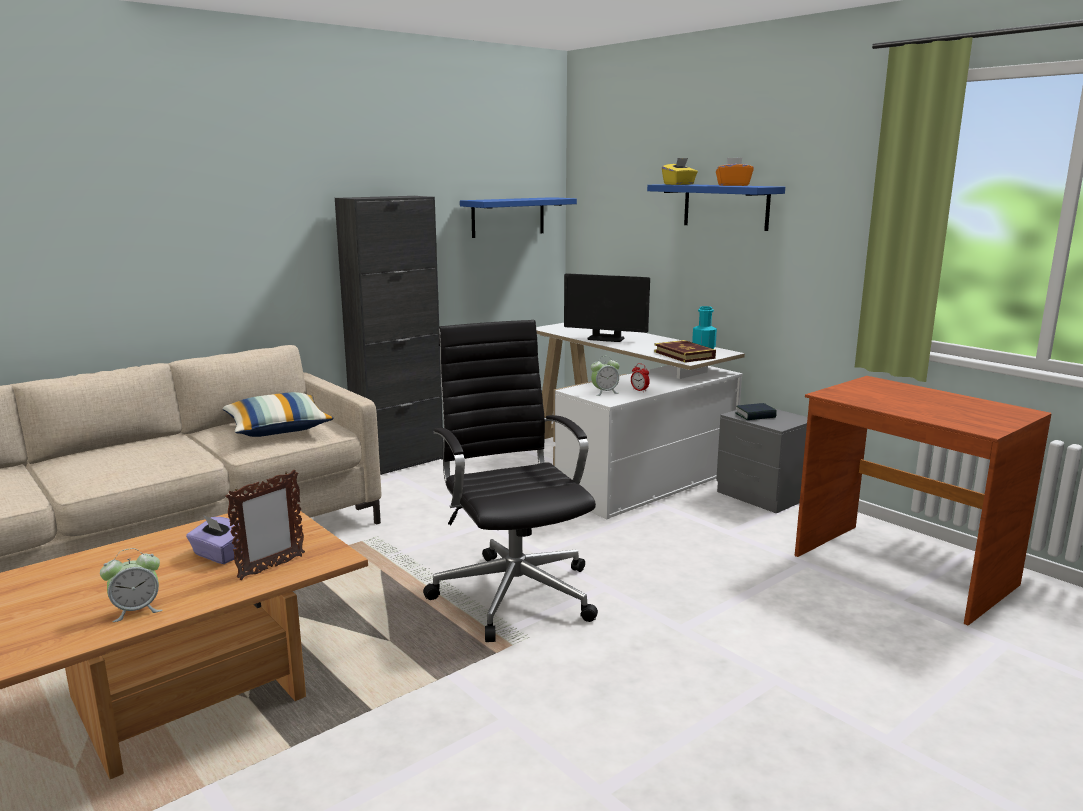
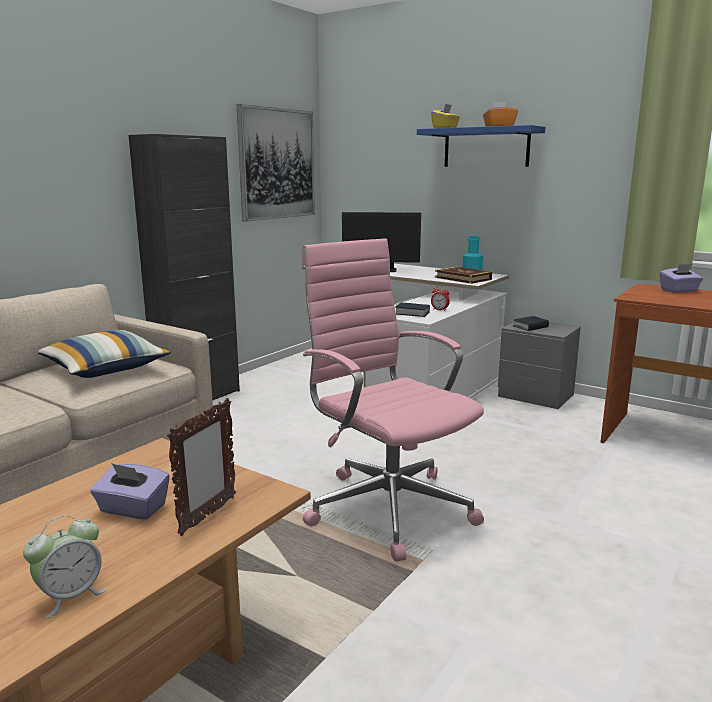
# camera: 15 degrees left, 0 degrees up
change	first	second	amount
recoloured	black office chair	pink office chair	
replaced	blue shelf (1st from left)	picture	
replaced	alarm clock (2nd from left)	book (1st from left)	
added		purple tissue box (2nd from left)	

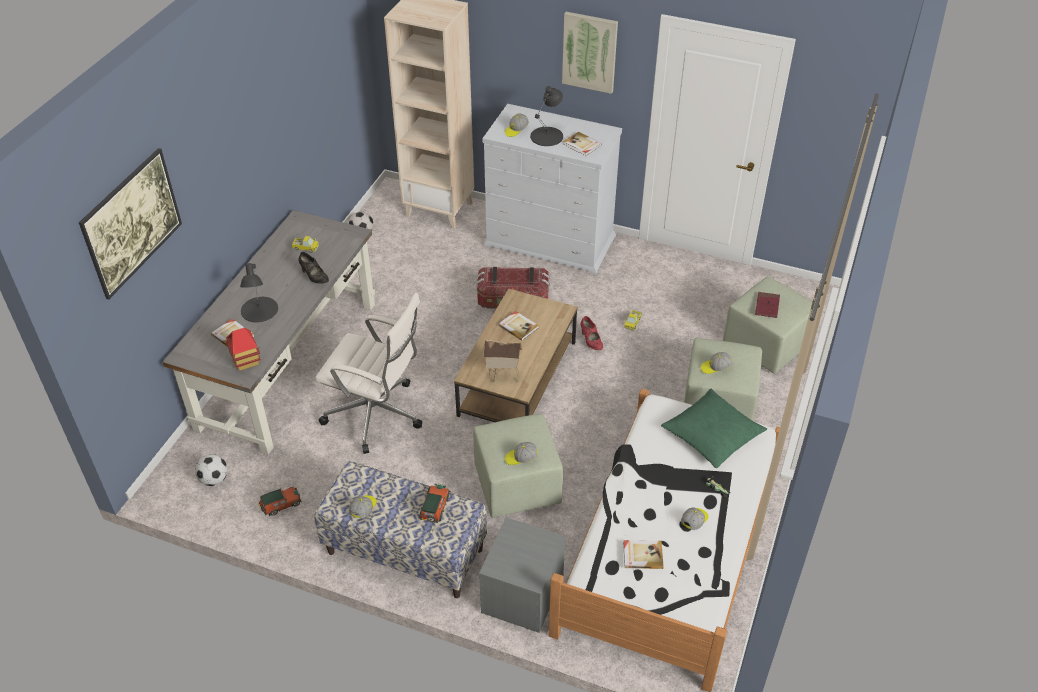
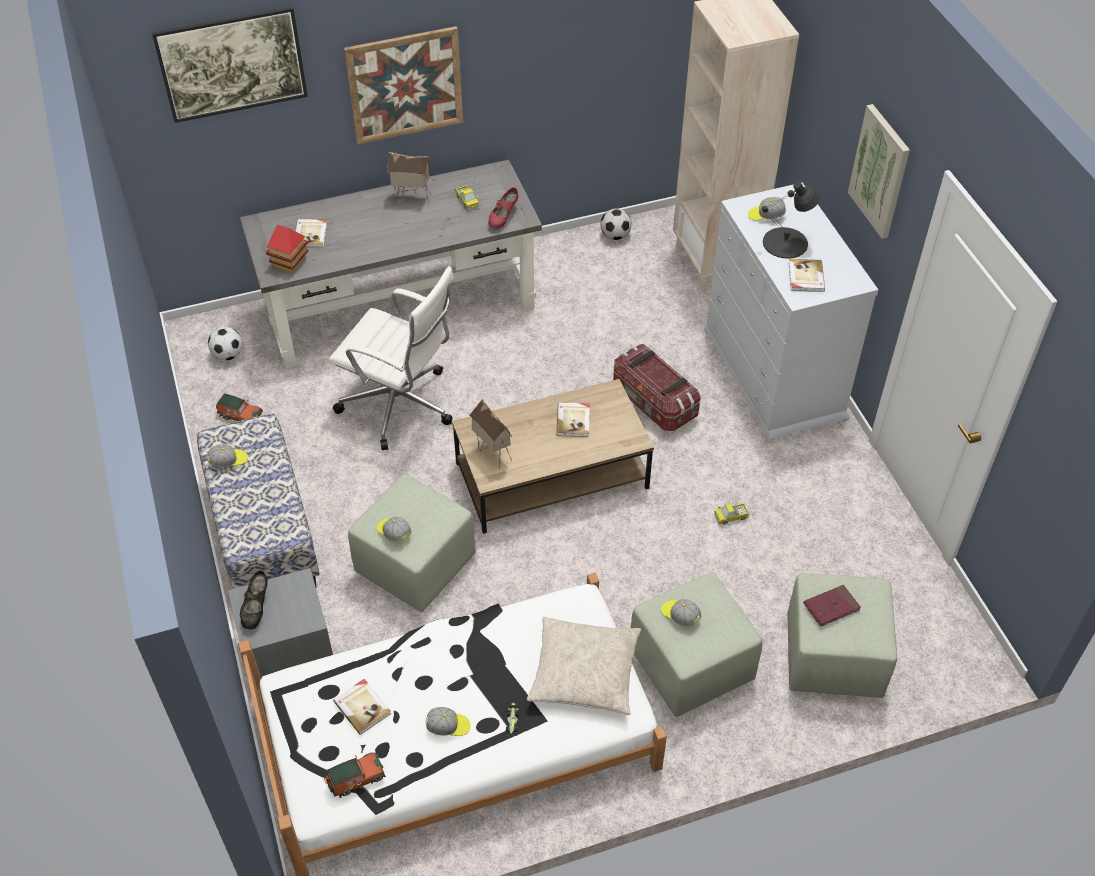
# camera: 50 degrees right, 5 degrees up
change	first	second	amount
removed	black table lamp (1st from left)		
moved	black shoe		
turned	white office chair		45 degrees counterclockwise
moved	toy car (2nd from left)		
moved	red shoe		
recoloured	green pillow	beige pillow	
added		picture (2nd from left)	
added		toy house (2nd from left)	

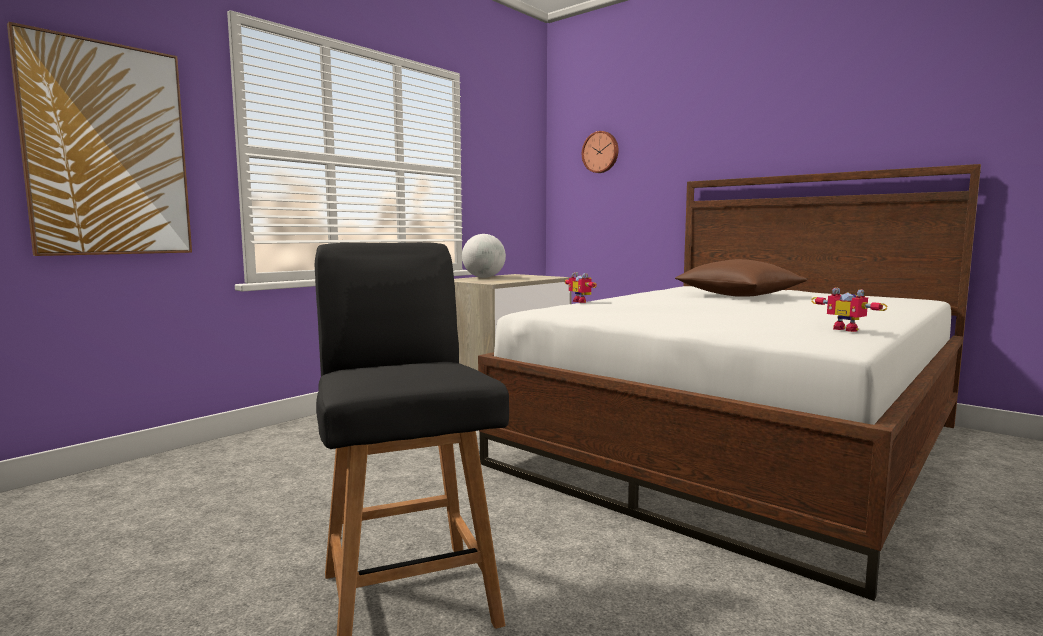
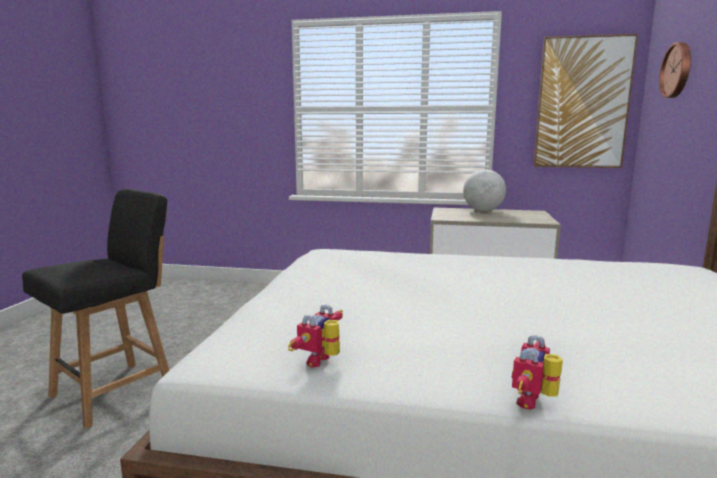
# camera: 60 degrees right, 5 degrees up
change	first	second	amount
moved	picture		
moved	toy robot (1st from left in the first image)	toy robot (2nd from left)	
removed	brown pillow		

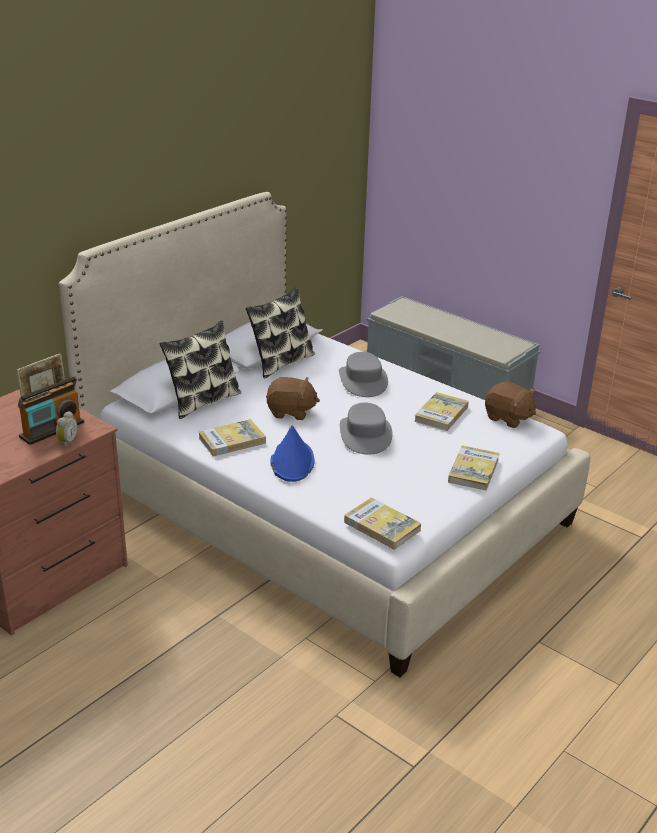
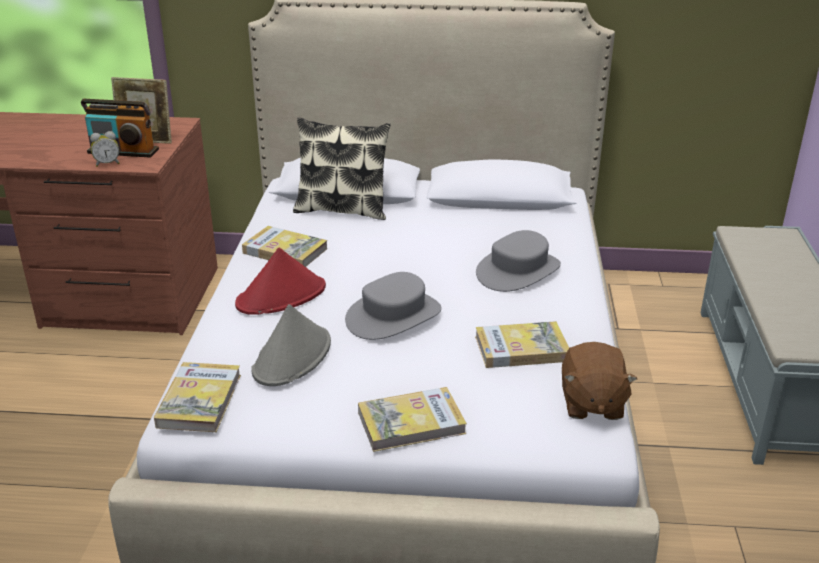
# camera: 55 degrees right, 0 degrees up
change	first	second	amount
removed	pillow (2nd from left)		
removed	brown plush toy (1st from left)		
recoloured	blue hat	red hat	
added		grey hat (1st from left)	

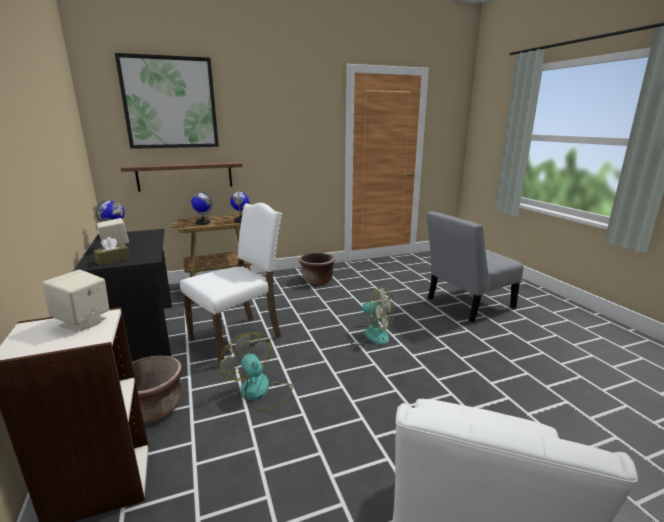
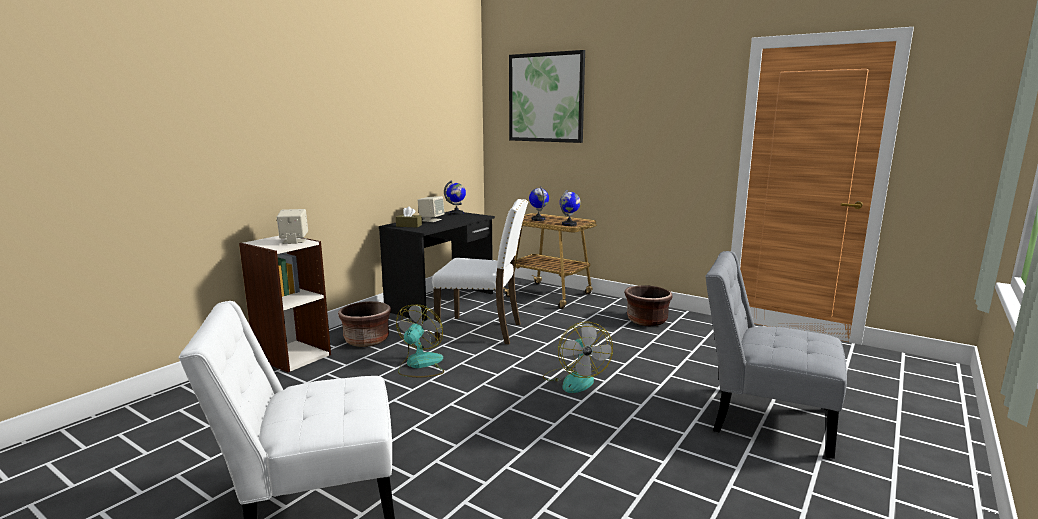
# camera: 55 degrees right, 5 degrees down
change	first	second	amount
removed	shelf		

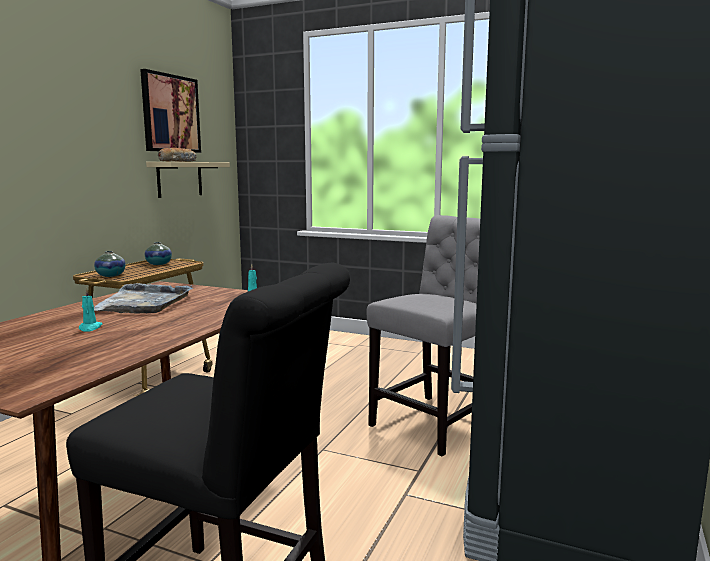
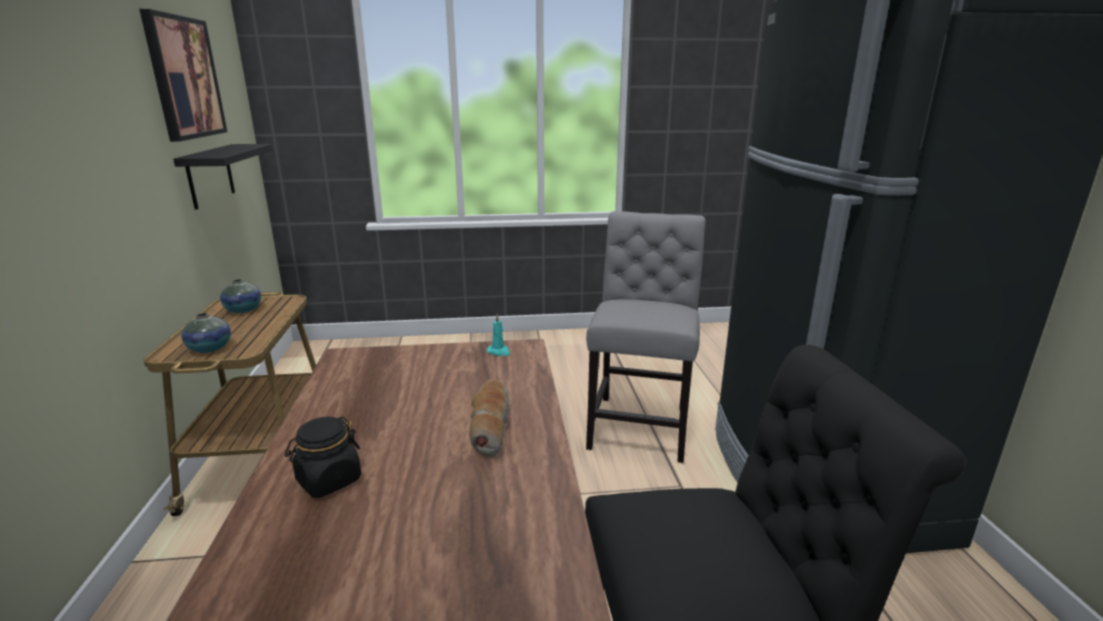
# camera: 30 degrees left, 10 degrees up
change	first	second	amount
removed	turquoise candle (1st from left)		
removed	grey tray		
recoloured	beige shelf	black shelf	
moved	bread		
added		black jar	

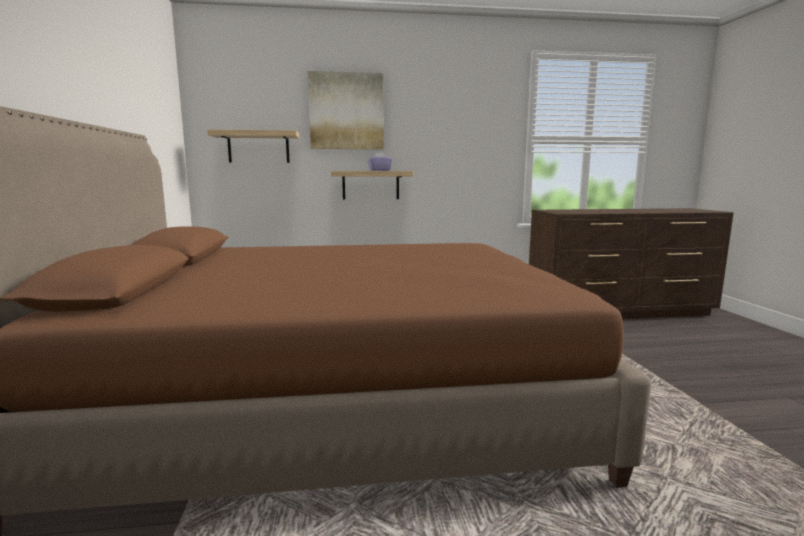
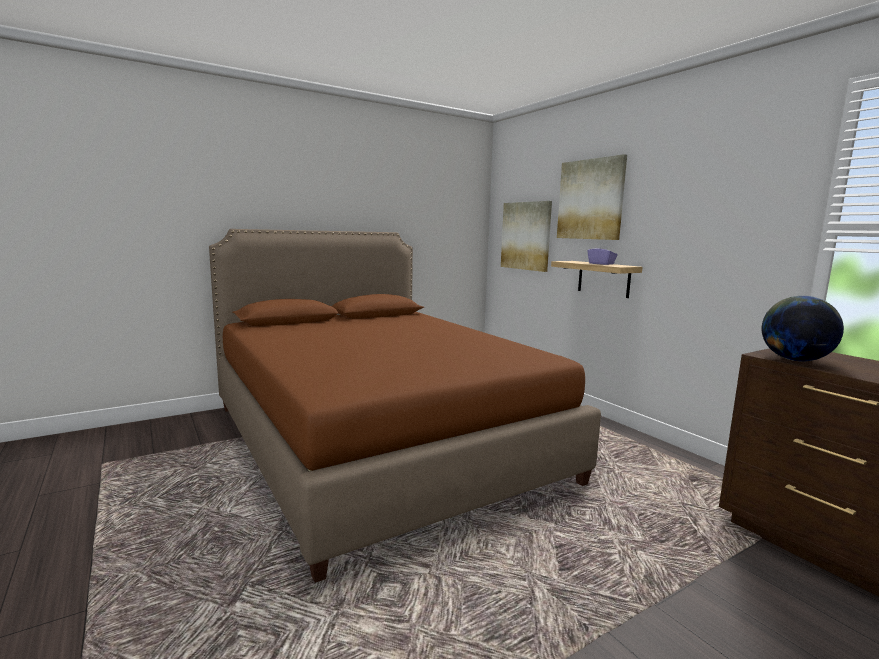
# camera: 65 degrees right, 0 degrees up
change	first	second	amount
replaced	shelf (1st from left)	picture (1st from left)	
added		globe	

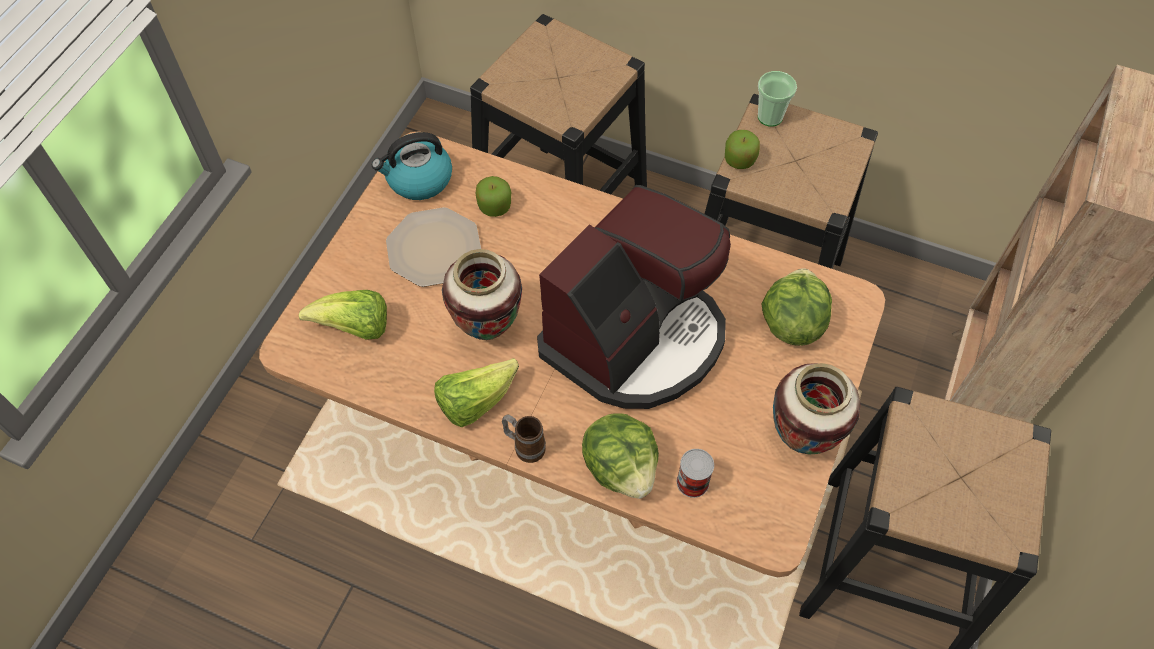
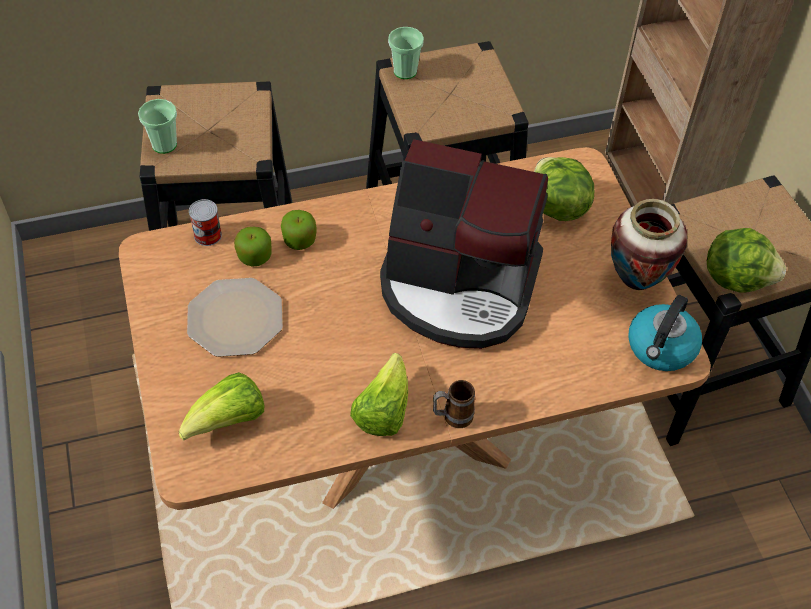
# camera: 40 degrees left, 5 degrees down
change	first	second	amount
moved	kettle		
removed	vase (1st from left)		
turned	coffee machine		105 degrees clockwise
moved	lettuce (3rd from left in the first image)	lettuce (4th from left)	
moved	can		
moved	apple (2nd from left)		
added		cup (1st from left)	

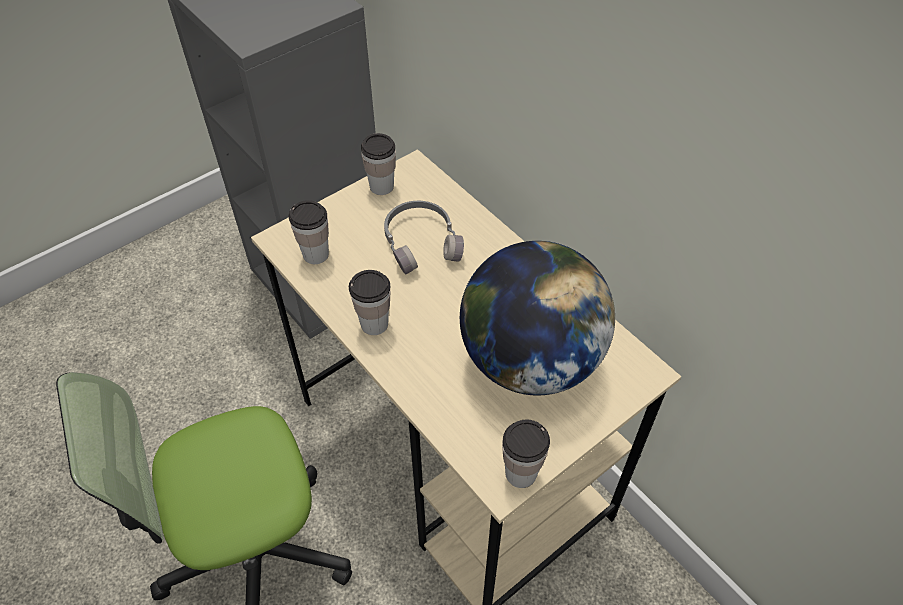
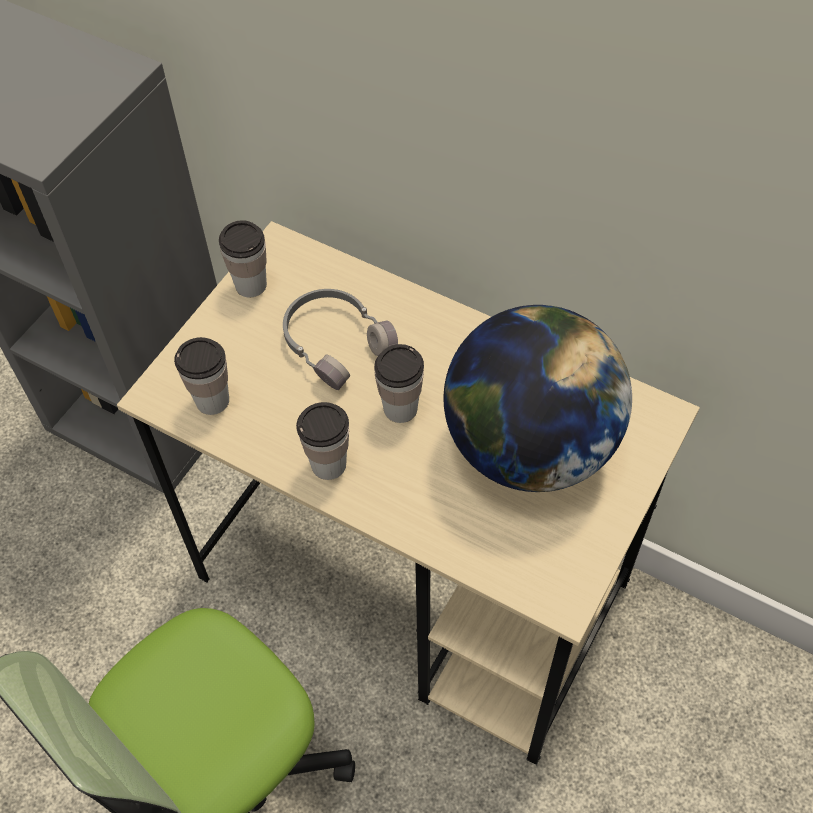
# camera: 20 degrees left, 5 degrees up
change	first	second	amount
moved	cup (4th from left)		

